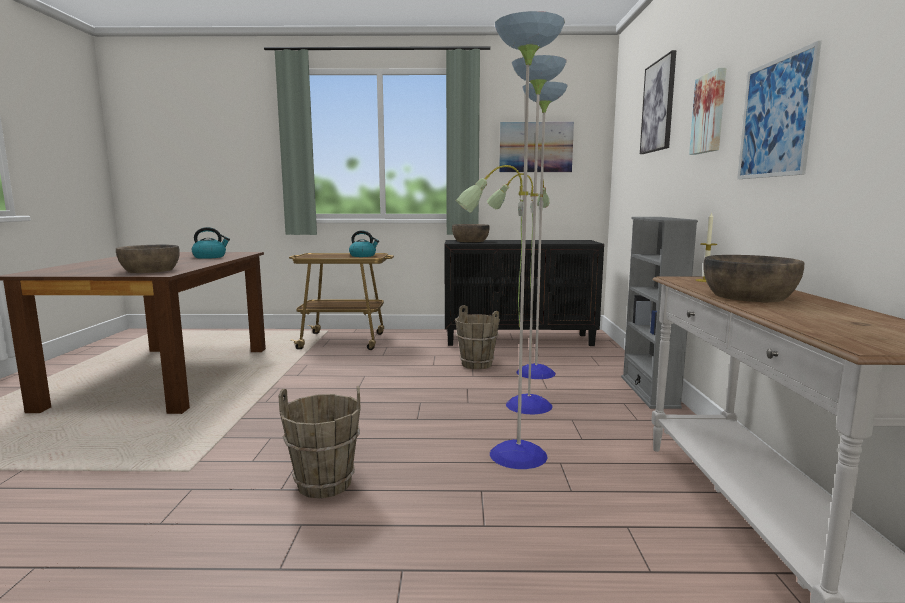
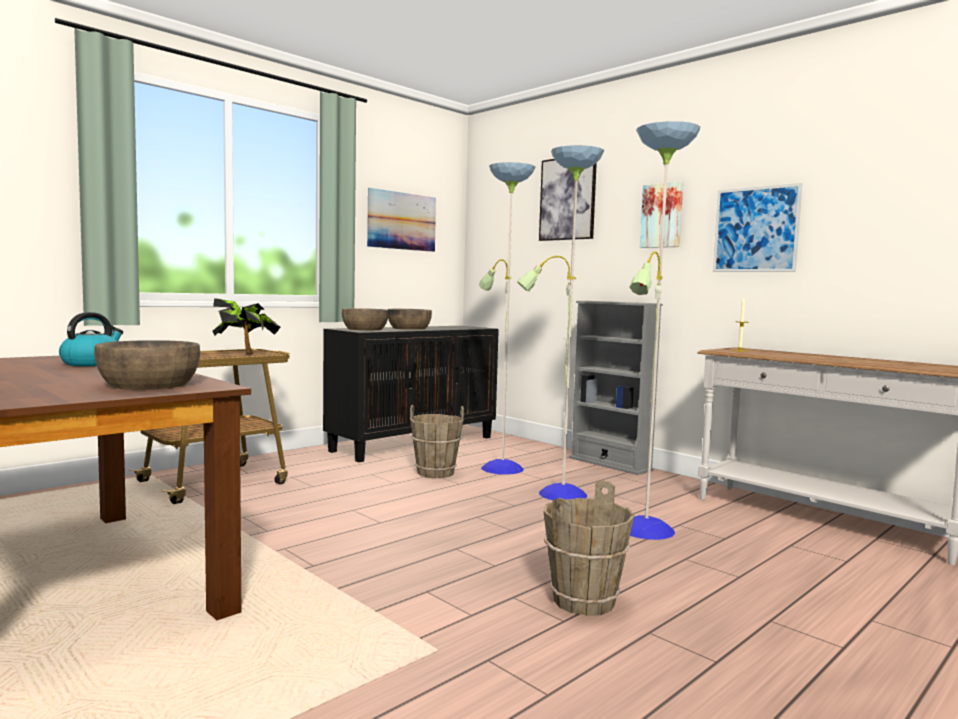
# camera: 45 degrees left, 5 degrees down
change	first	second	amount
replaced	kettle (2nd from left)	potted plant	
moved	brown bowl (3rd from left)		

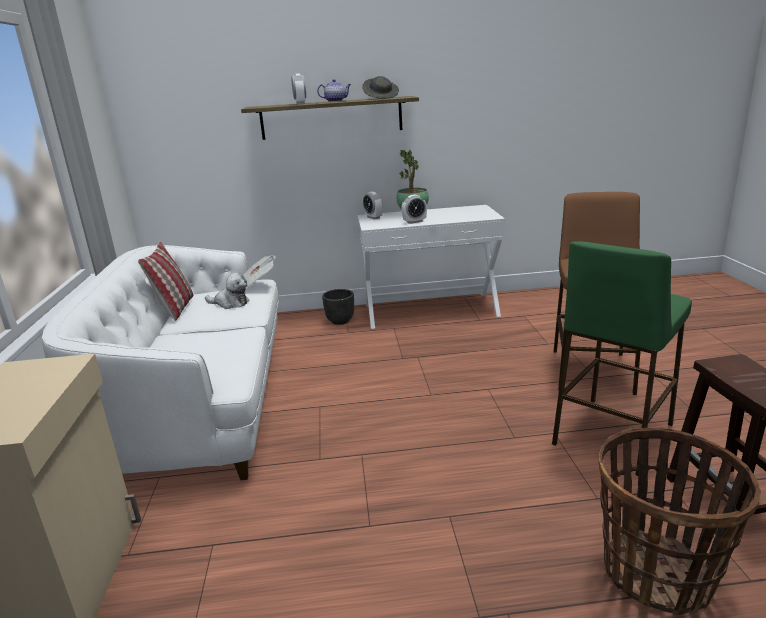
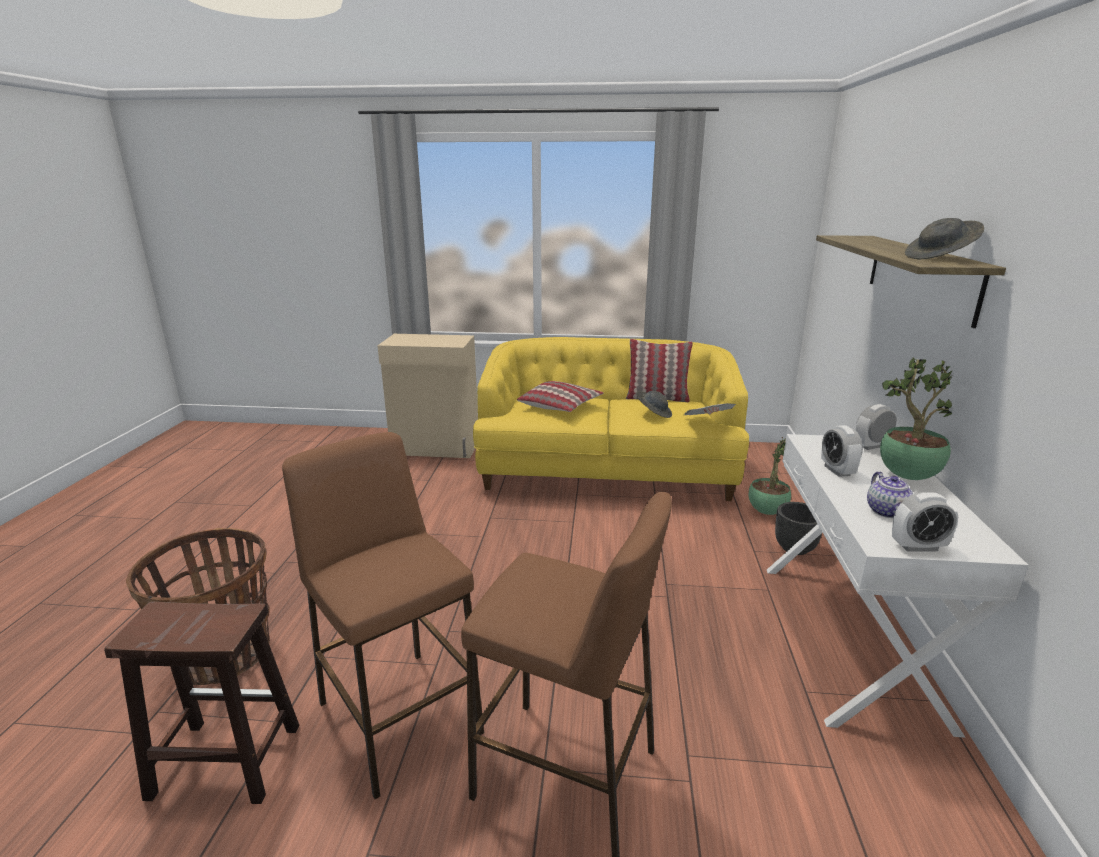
# camera: 100 degrees right, 0 degrees up
change	first	second	amount
recoloured	white sofa	yellow sofa	
replaced	plush toy	grey hat (1st from left)	
moved	alarm clock (1st from left in the first image)	alarm clock (3rd from left)	
moved	teapot		
recoloured	green stool	brown stool (2nd from left)	
added		pillow (1st from left)	
added		potted plant (1st from left)	

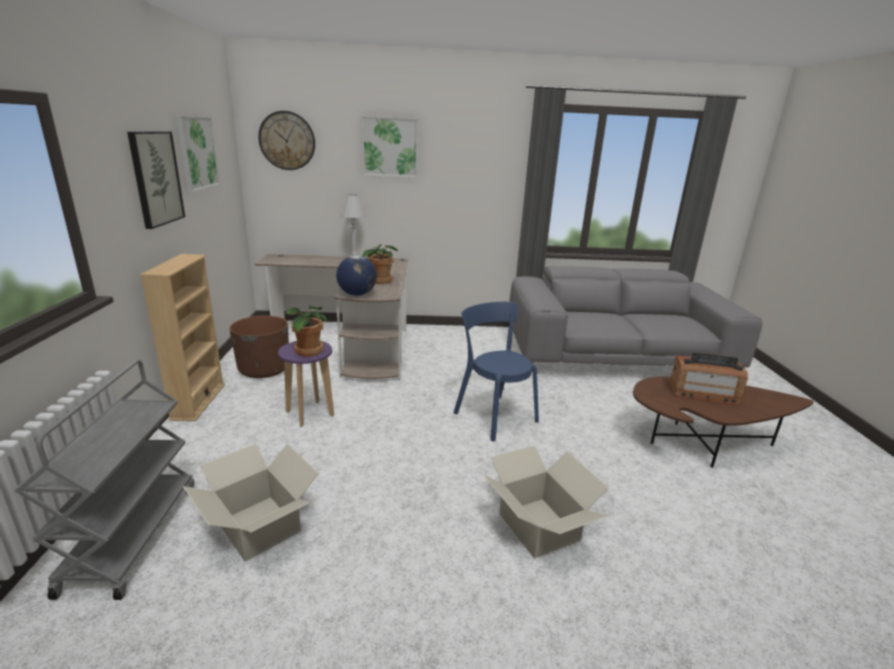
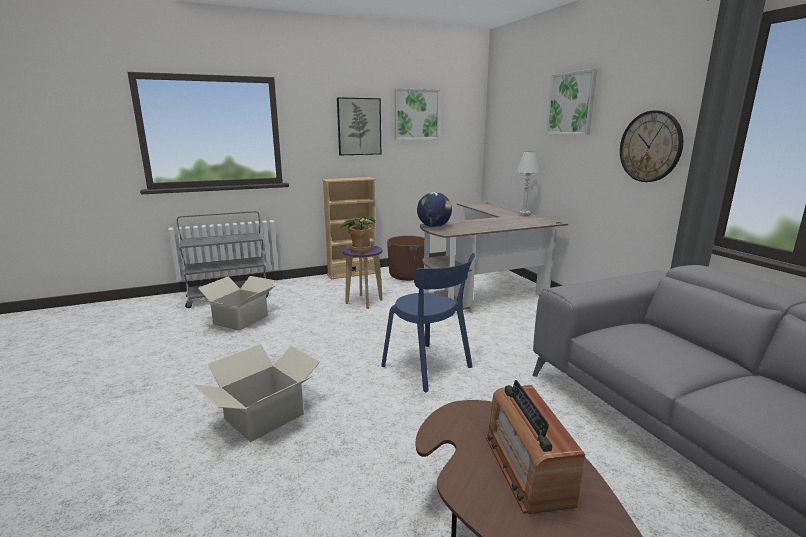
# camera: 70 degrees right, 5 degrees down
change	first	second	amount
moved	wall clock		
removed	potted plant (2nd from left)		
turned	blue chair		105 degrees clockwise

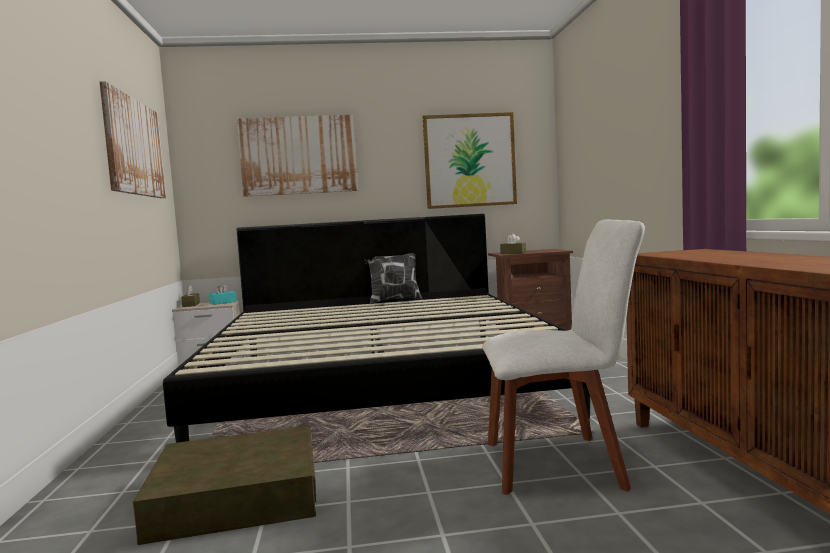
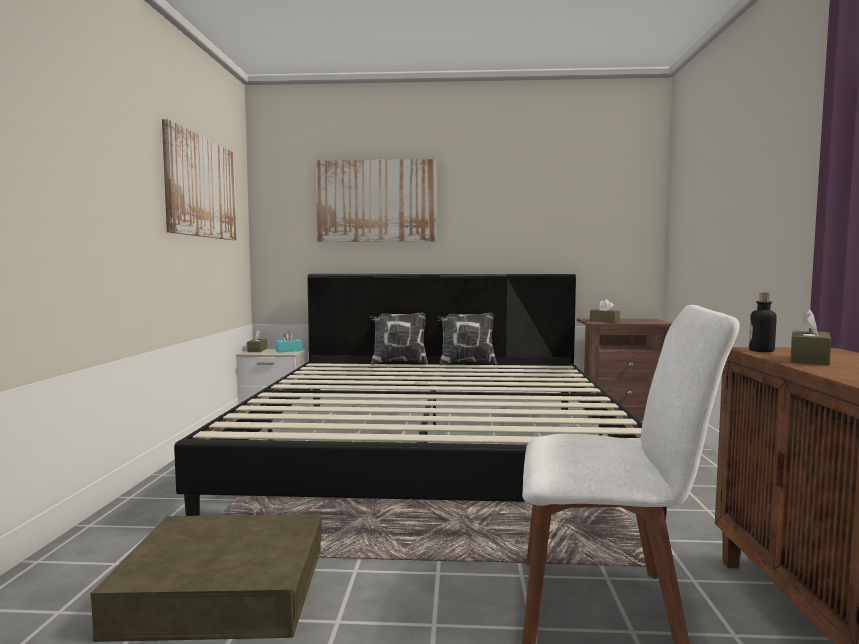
# camera: 10 degrees right, 0 degrees up
change	first	second	amount
removed	picture (3rd from left)		
added		pillow (1st from left)	
added		bottle	
added		brown tissue box (3rd from left)	

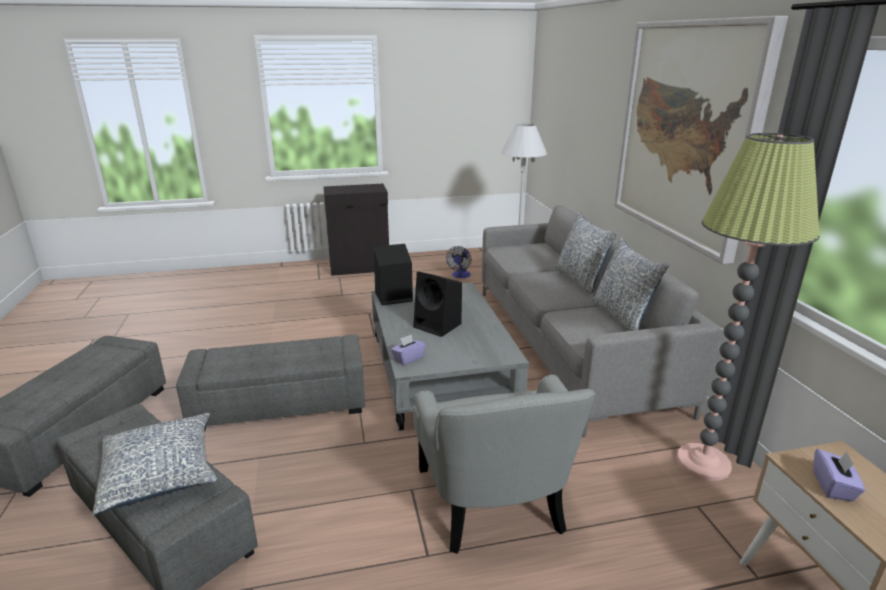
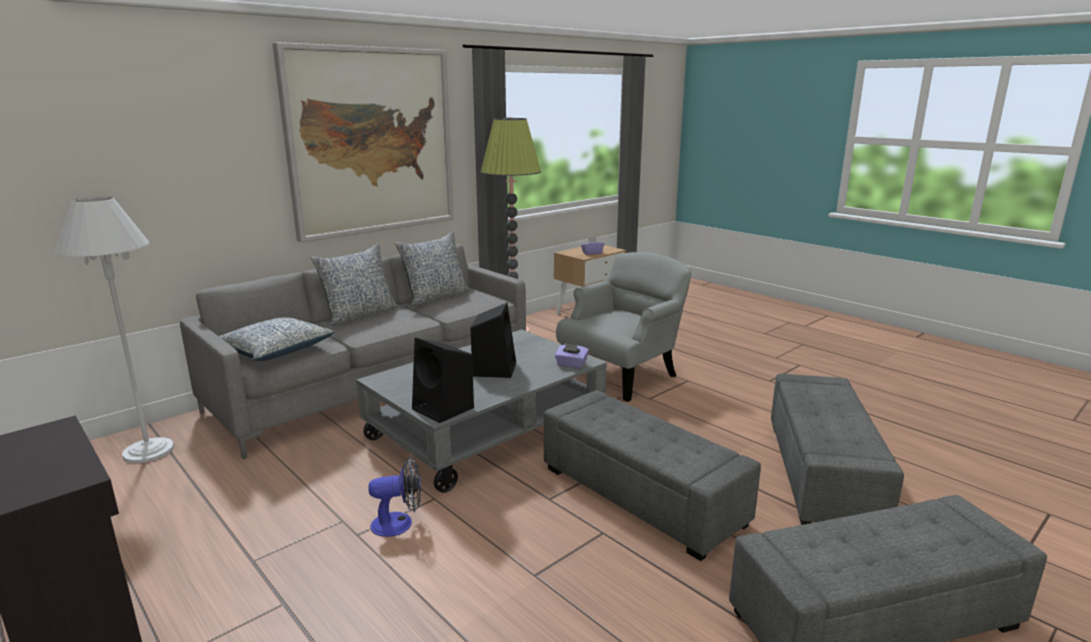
# camera: 120 degrees left, 5 degrees down
change	first	second	amount
moved	pillow (1st from left)		
moved	fan		

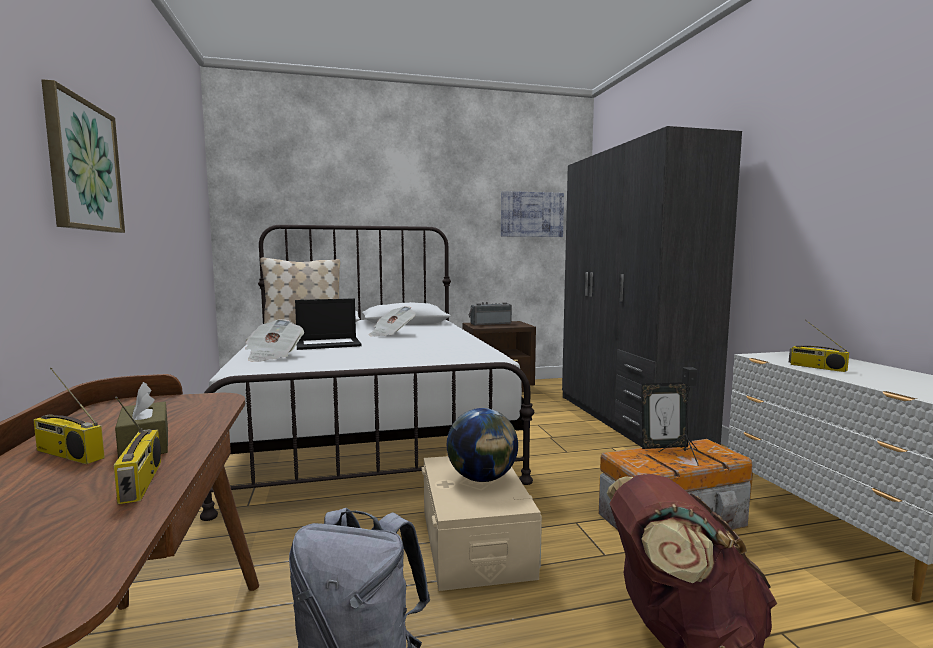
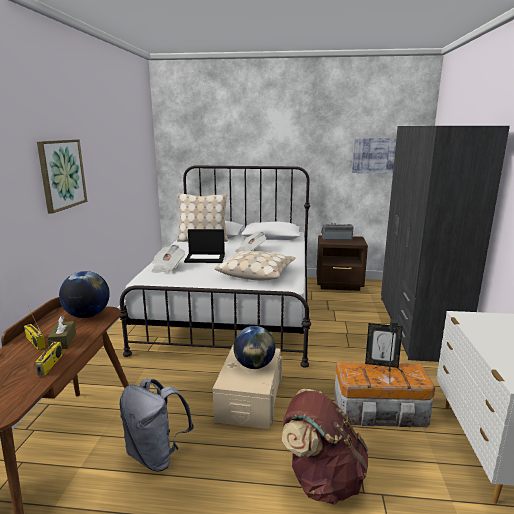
# camera: 20 degrees right, 10 degrees up
change	first	second	amount
removed	radio (4th from left)		
added		globe (1st from left)	
added		beige pillow (2nd from left)	

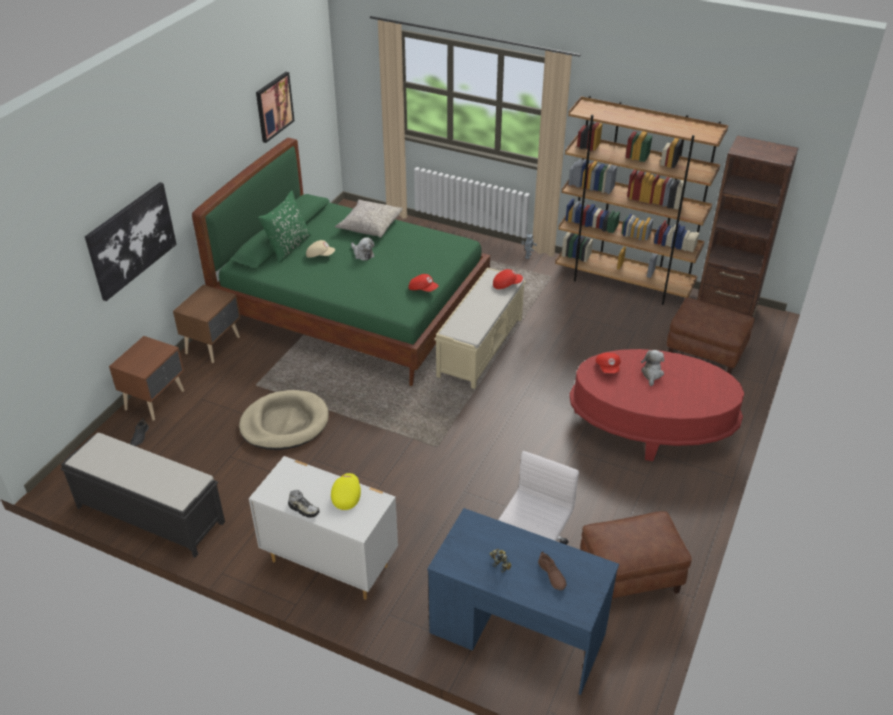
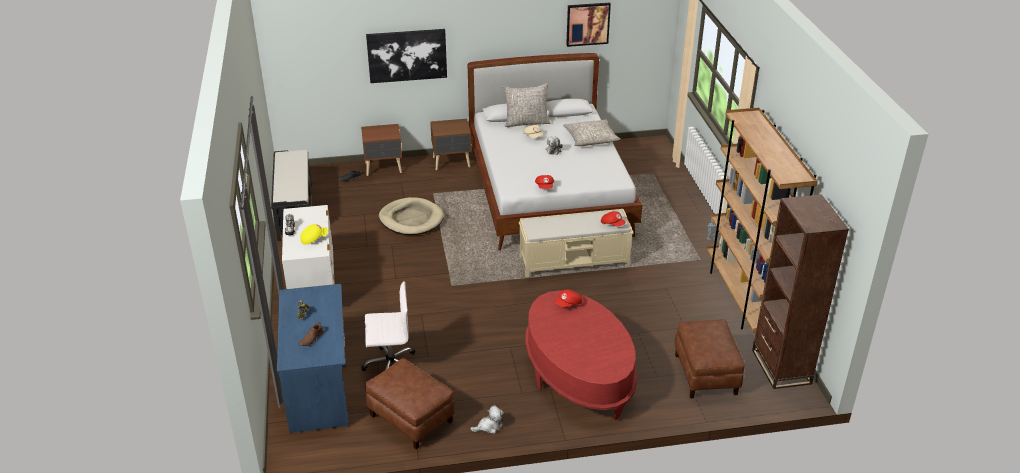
# camera: 55 degrees right, 5 degrees down
change	first	second	amount
recoloured	green bed	white bed	
recoloured	green pillow	grey pillow (1st from left)	
moved	plush toy (2nd from left in the first image)	plush toy (1st from left)	

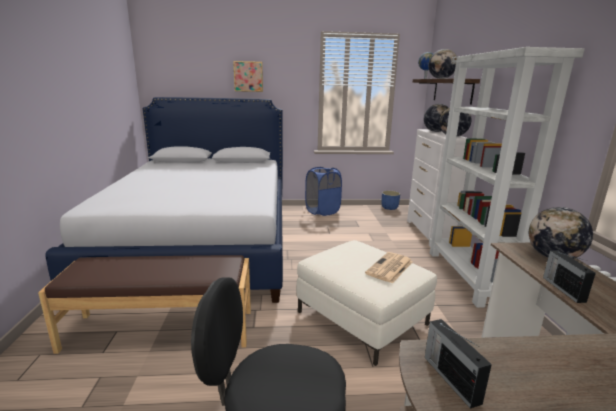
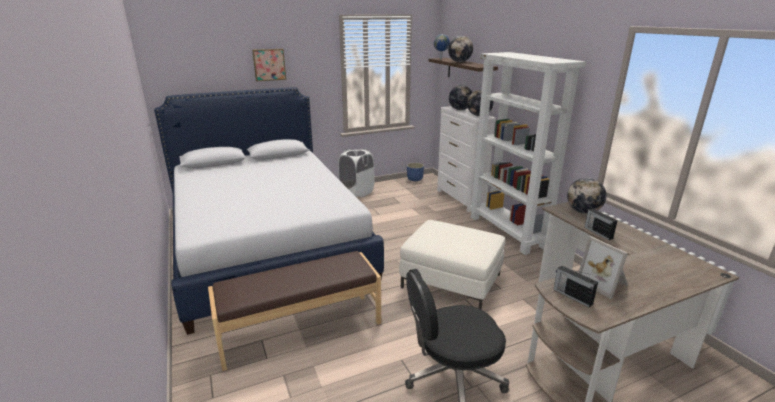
# camera: 20 degrees left, 5 degrees up
change	first	second	amount
recoloured	blue laundry basket	white laundry basket	
removed	newspaper		
added		picture frame	

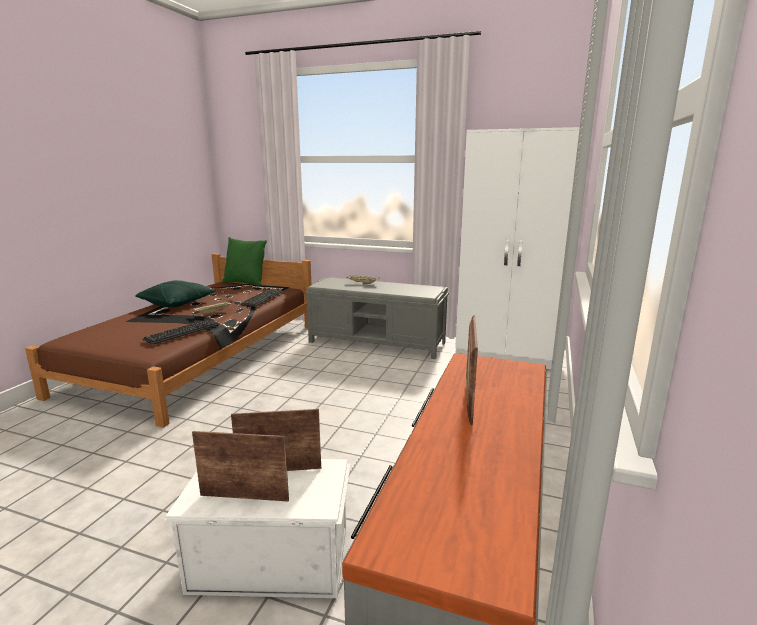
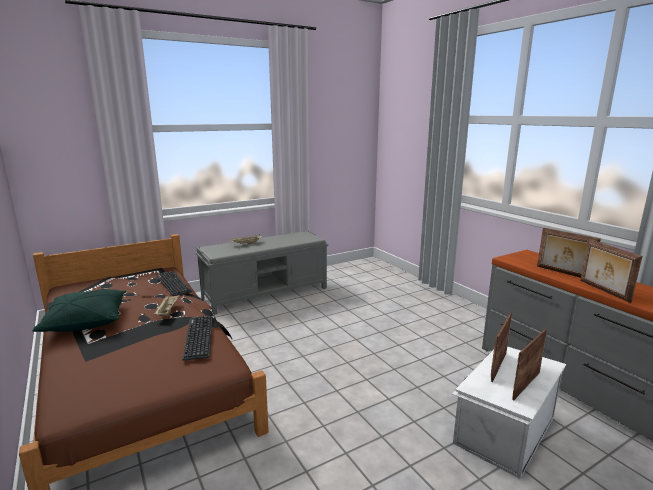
# camera: 50 degrees left, 0 degrees up
change	first	second	amount
removed	green pillow (2nd from left)		
removed	white wardrobe		
added		picture frame (4th from left)	

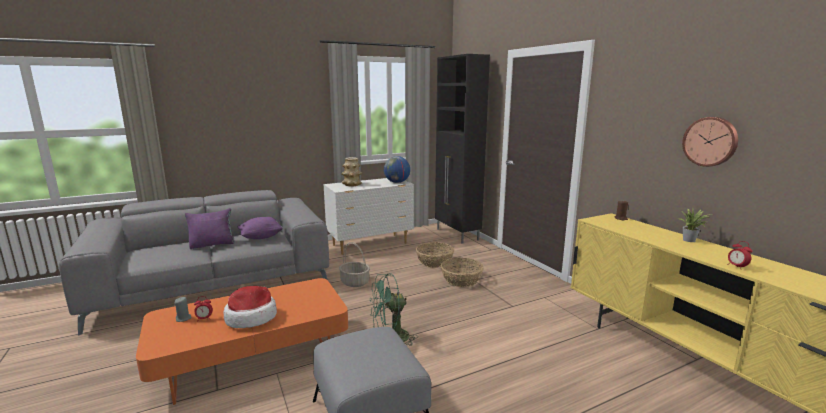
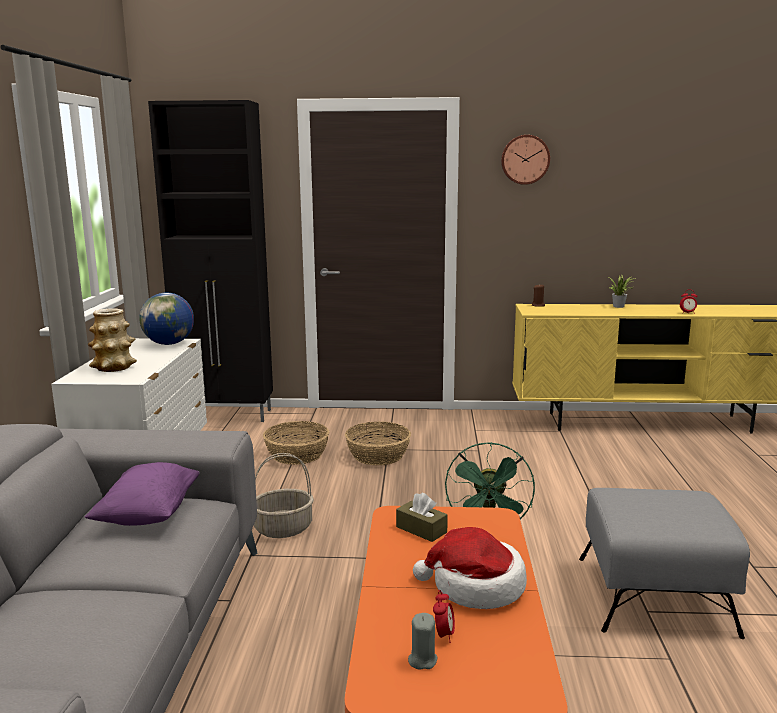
# camera: 60 degrees left, 0 degrees up
change	first	second	amount
removed	purple pillow (1st from left)		
moved	wall clock		
added		brown tissue box	

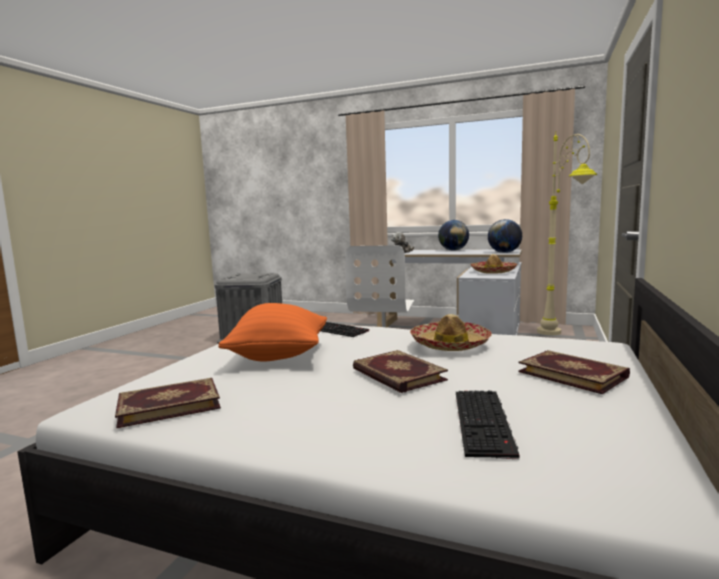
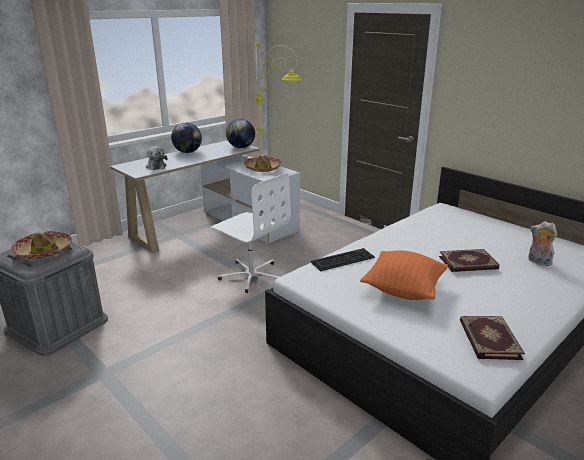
# camera: 65 degrees left, 15 degrees up
change	first	second	amount
moved	hat (1st from left)		
replaced	keyboard (2nd from left)	plush toy (2nd from left)	
removed	book (3rd from left)		

